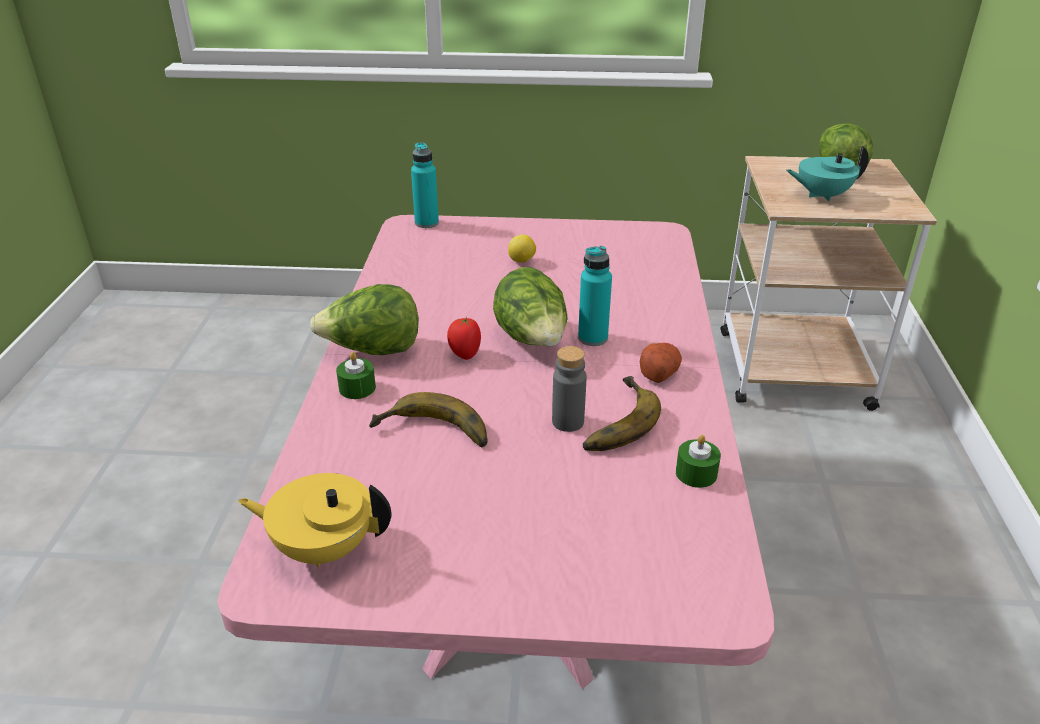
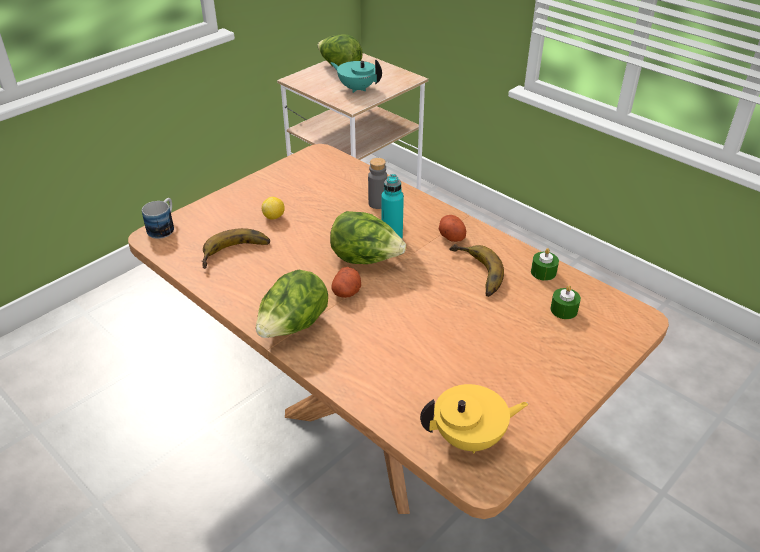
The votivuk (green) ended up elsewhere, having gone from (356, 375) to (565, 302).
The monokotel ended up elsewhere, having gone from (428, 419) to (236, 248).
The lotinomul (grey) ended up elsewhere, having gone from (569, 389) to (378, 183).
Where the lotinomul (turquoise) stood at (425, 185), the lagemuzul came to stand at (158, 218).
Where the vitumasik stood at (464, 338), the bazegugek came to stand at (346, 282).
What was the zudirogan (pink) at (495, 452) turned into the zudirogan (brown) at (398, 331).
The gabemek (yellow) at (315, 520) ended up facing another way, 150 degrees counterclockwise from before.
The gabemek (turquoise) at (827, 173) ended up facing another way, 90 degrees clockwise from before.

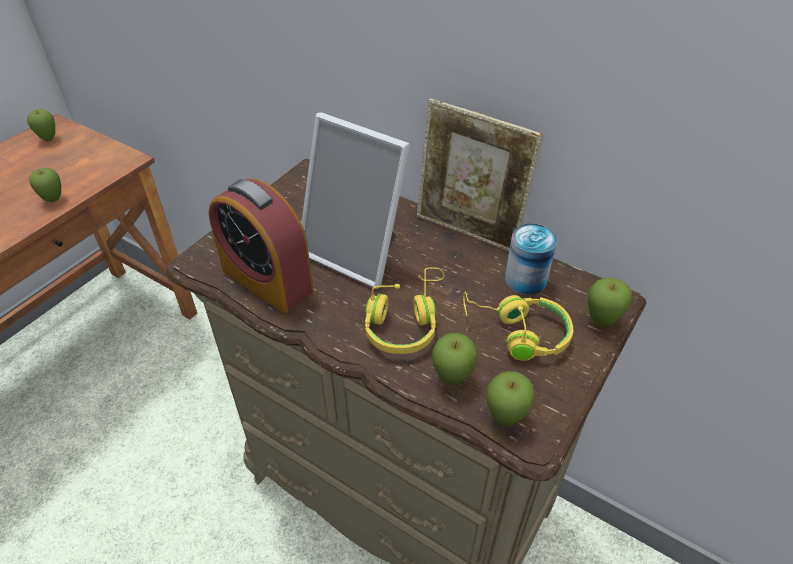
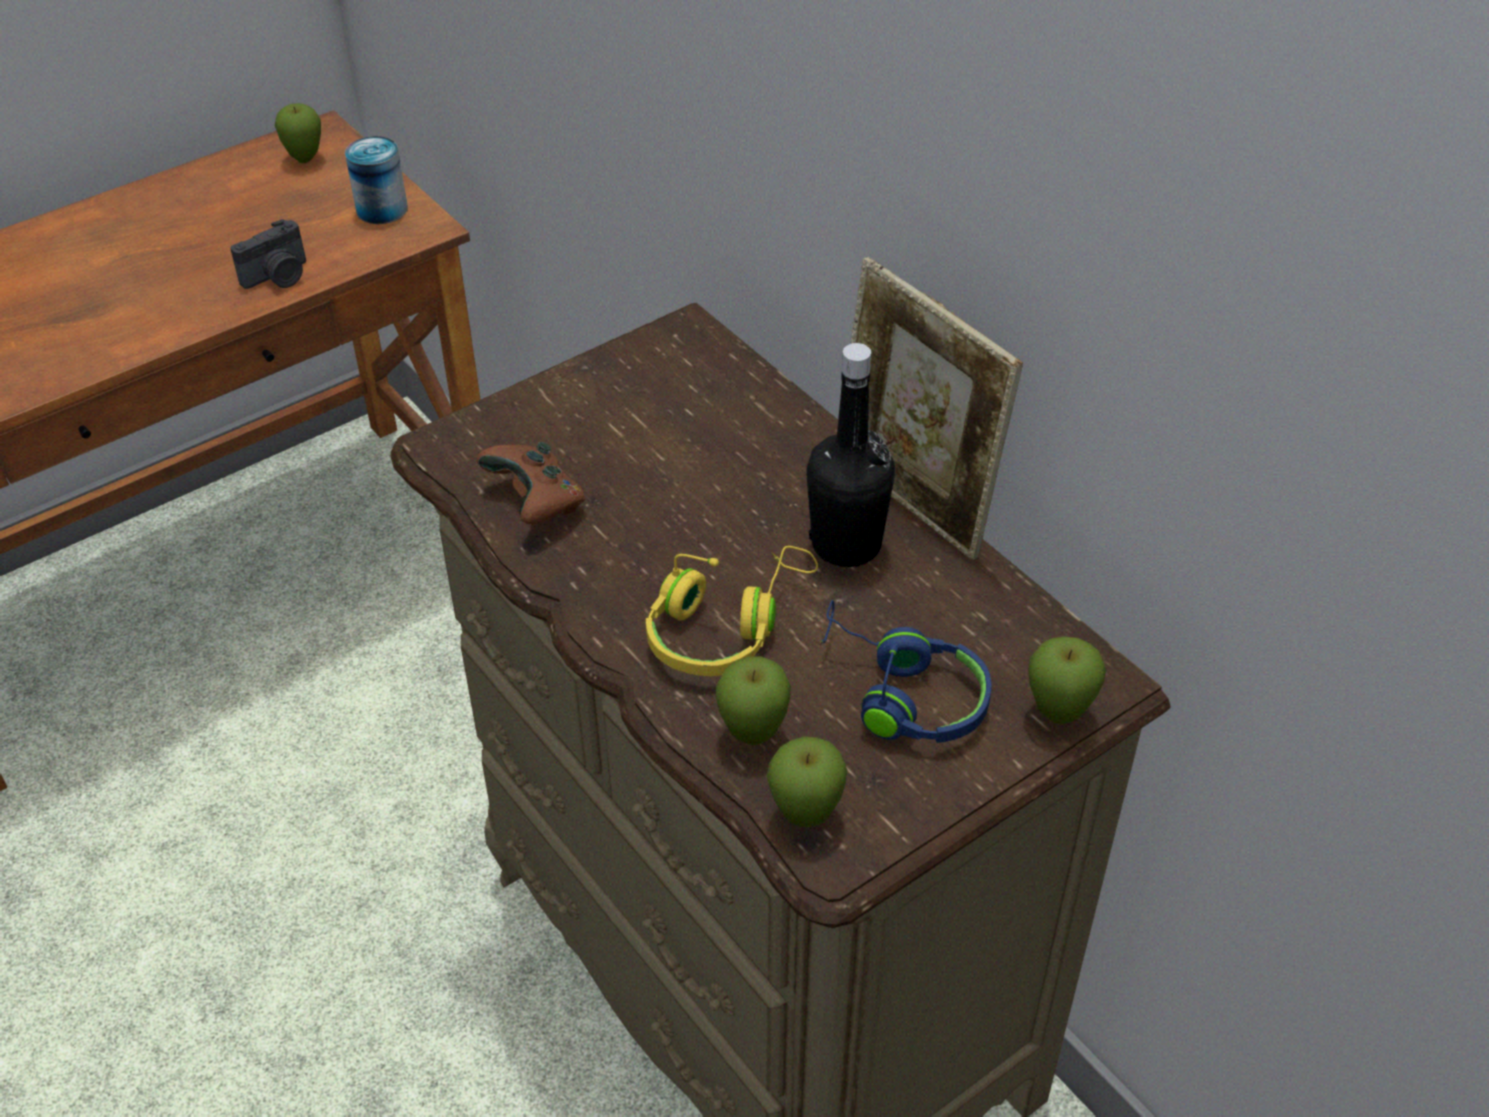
The second view lost the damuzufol at (355, 201).
The second view gained the lotinomul (black) at (850, 455).
The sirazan ended up elsewhere, having gone from (531, 259) to (376, 180).
Where the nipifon stood at (45, 185), the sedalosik came to stand at (268, 254).
Where the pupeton stood at (261, 245), the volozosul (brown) came to stand at (530, 483).
What was the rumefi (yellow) at (518, 326) turned into the rumefi (blue) at (905, 671).

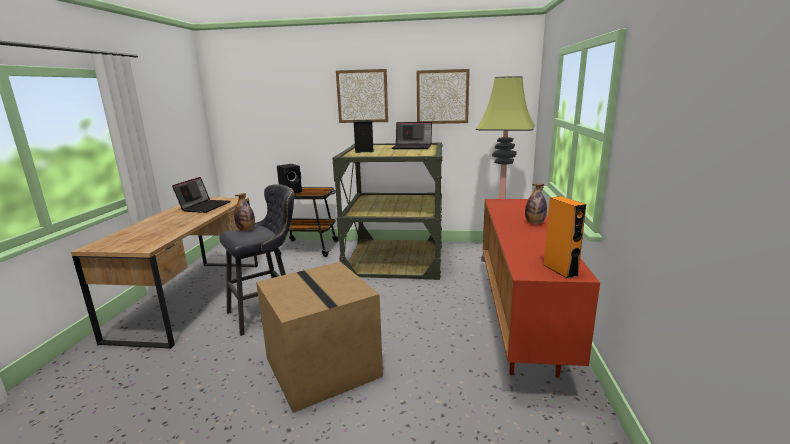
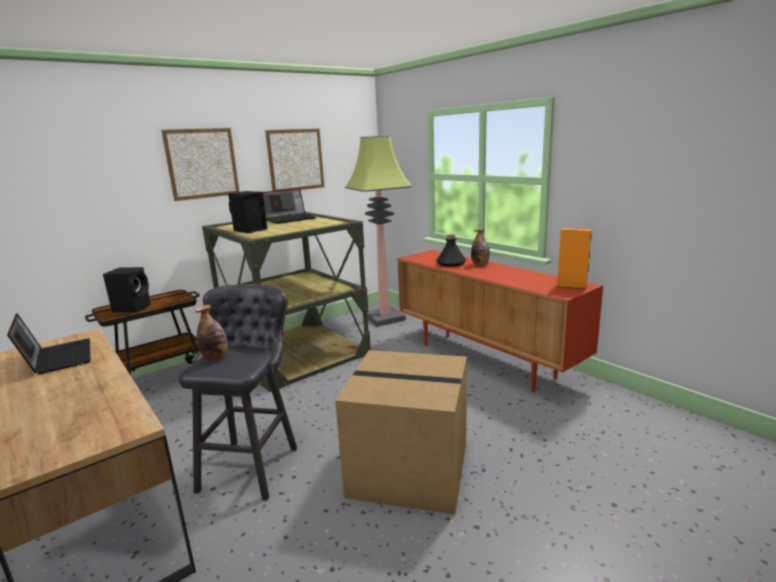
The second view gained the lotinomul (black) at (451, 250).

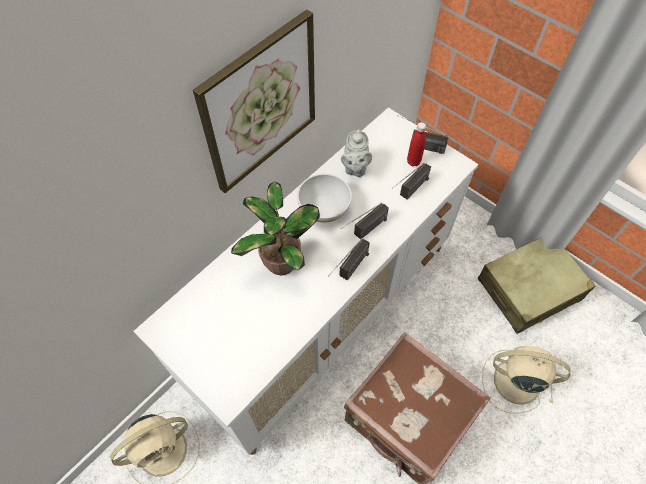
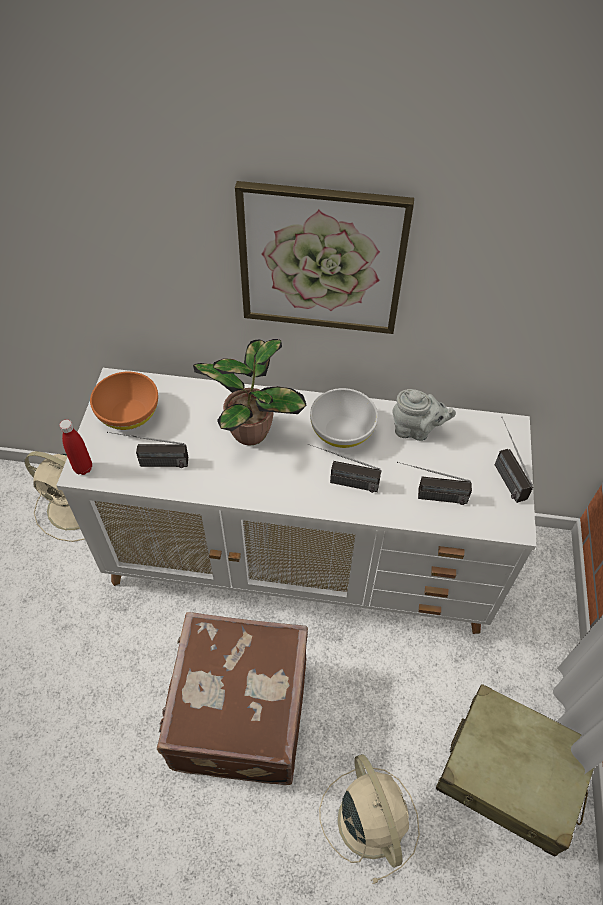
The second view gained the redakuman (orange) at (124, 400).
The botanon ended up elsewhere, having gone from (351, 259) to (147, 450).
The lotinomul (red) ended up elsewhere, having gone from (416, 144) to (75, 447).
The gabemek (grey) at (356, 153) ended up facing another way, 135 degrees counterclockwise from before.

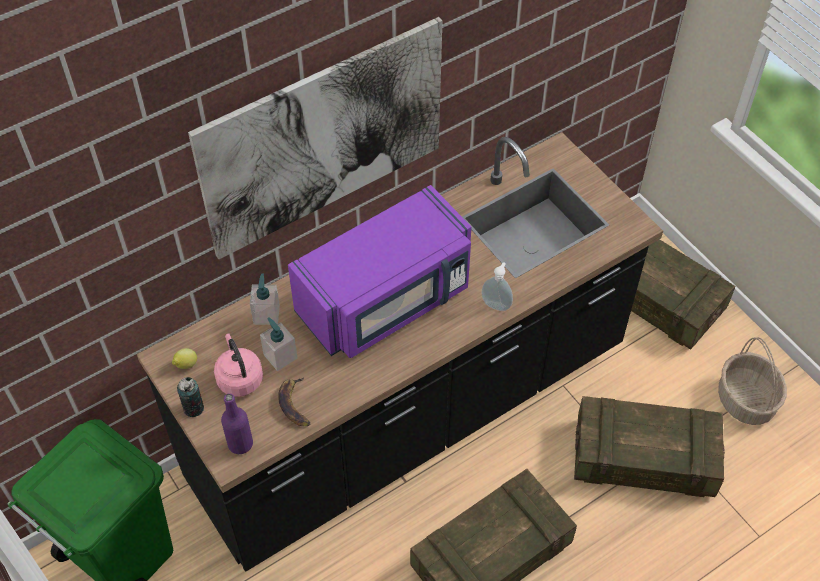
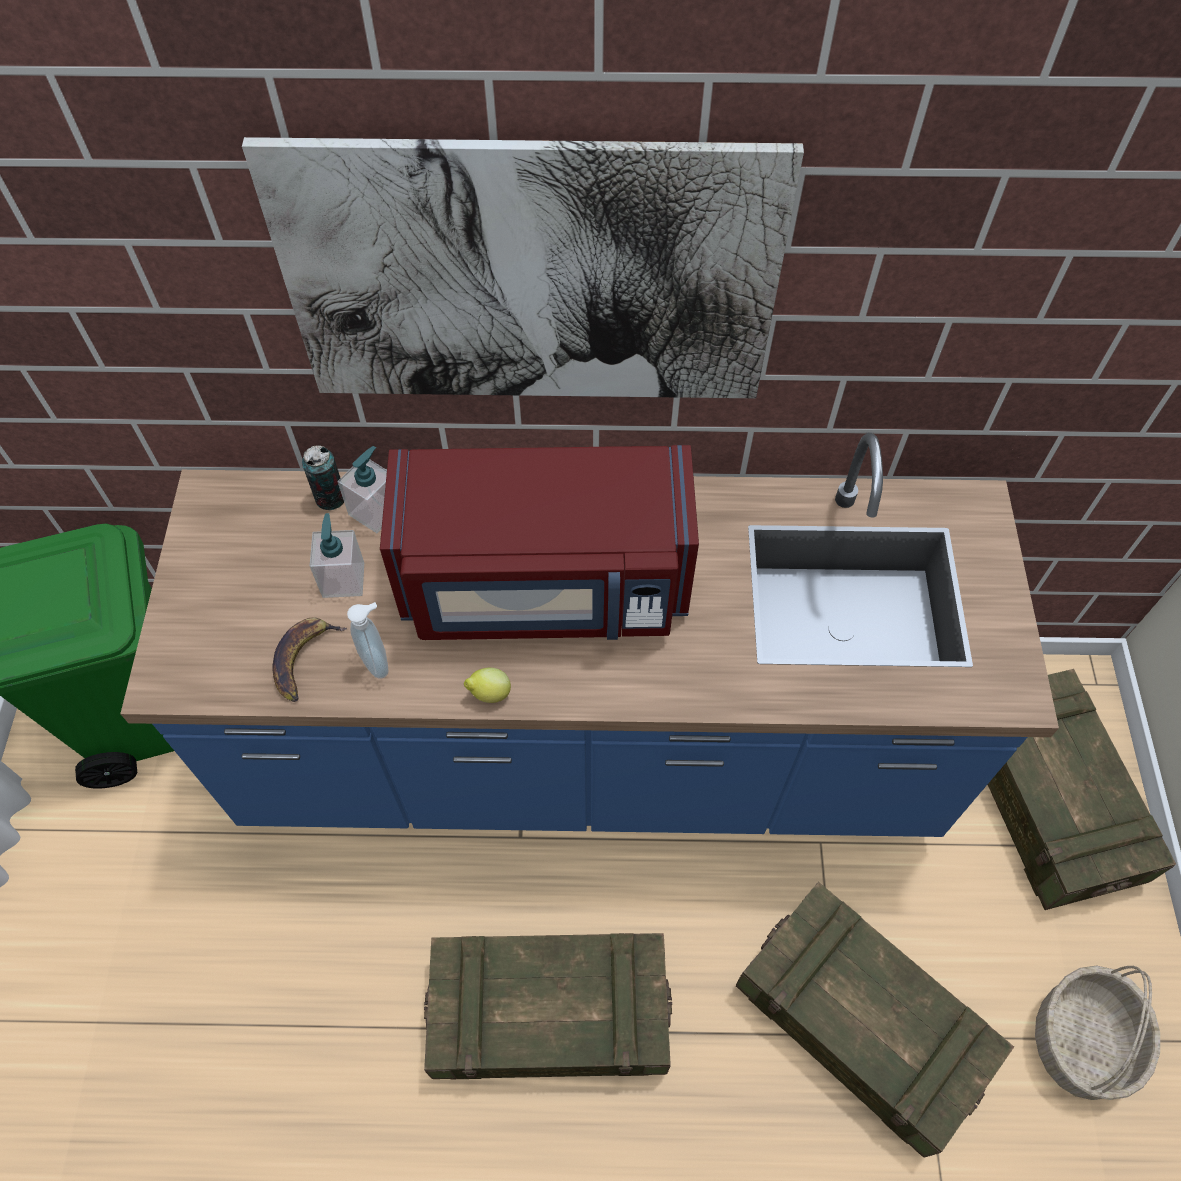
The second view lost the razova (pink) at (238, 365).
The second view lost the lotinomul (purple) at (237, 423).
The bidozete ended up elsewhere, having gone from (184, 358) to (487, 685).
The sirazan ended up elsewhere, having gone from (190, 397) to (323, 477).
The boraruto ended up elsewhere, having gone from (497, 286) to (368, 640).
What was the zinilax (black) at (400, 352) turned into the zinilax (blue) at (589, 634).
What was the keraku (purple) at (380, 271) turned into the keraku (red) at (539, 542).

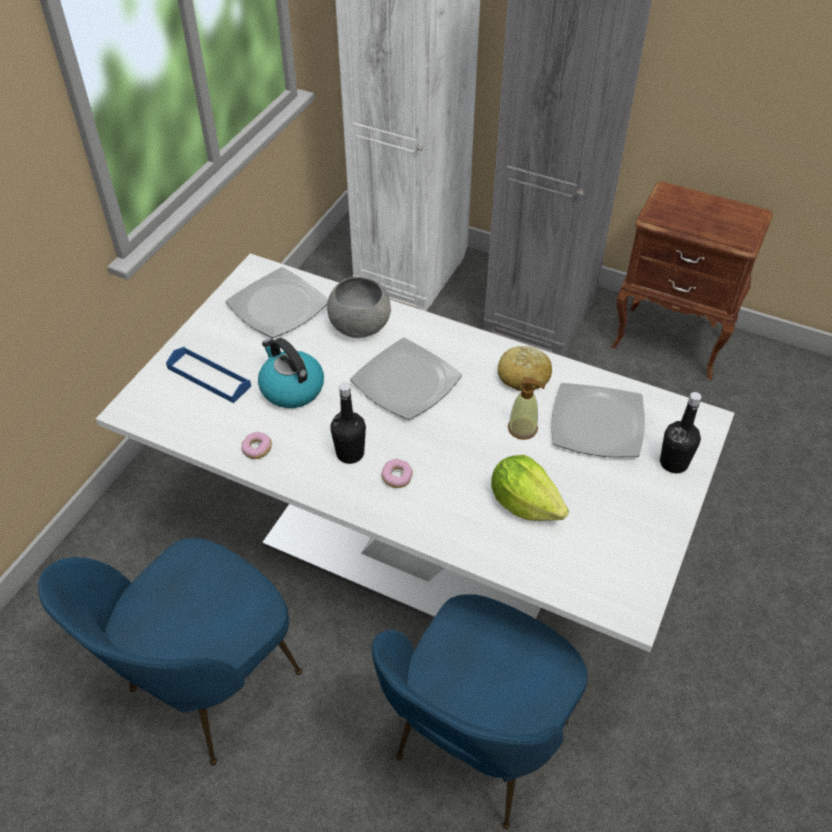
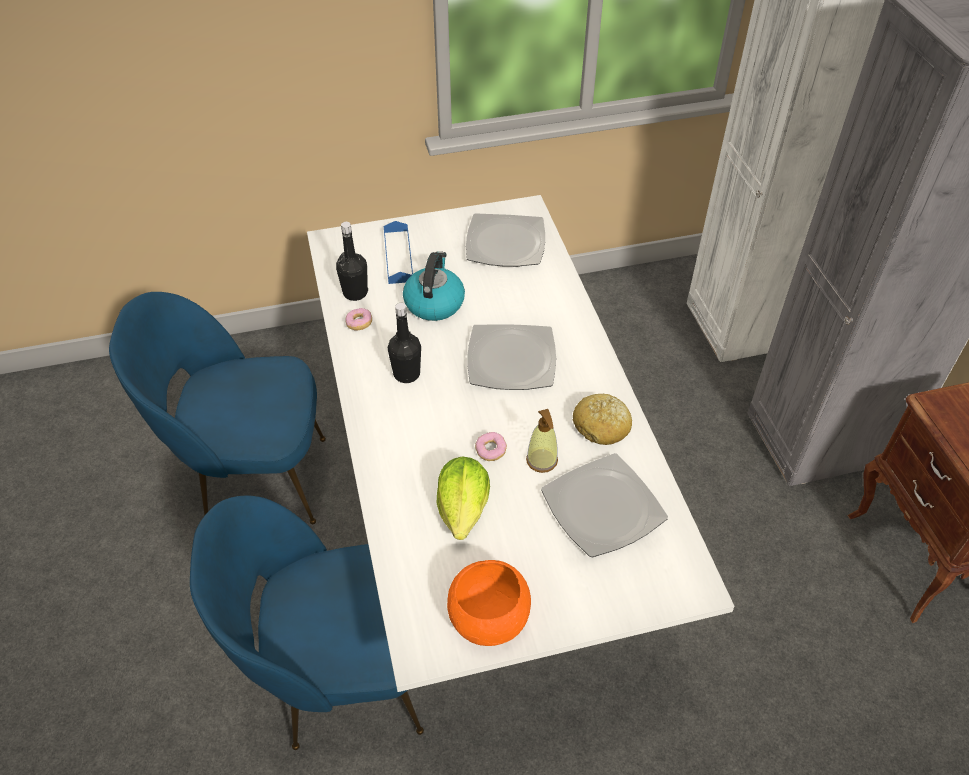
The second view lost the redakuman (grey) at (359, 307).
The second view gained the redakuman (orange) at (489, 603).
The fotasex ended up elsewhere, having gone from (397, 473) to (491, 446).
The lotinomul (black) ended up elsewhere, having gone from (681, 432) to (352, 261).

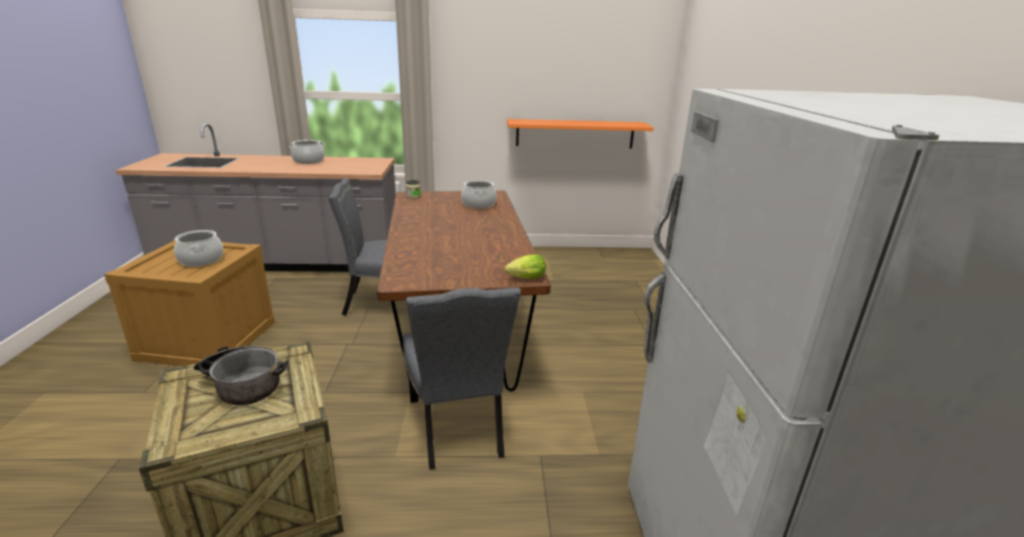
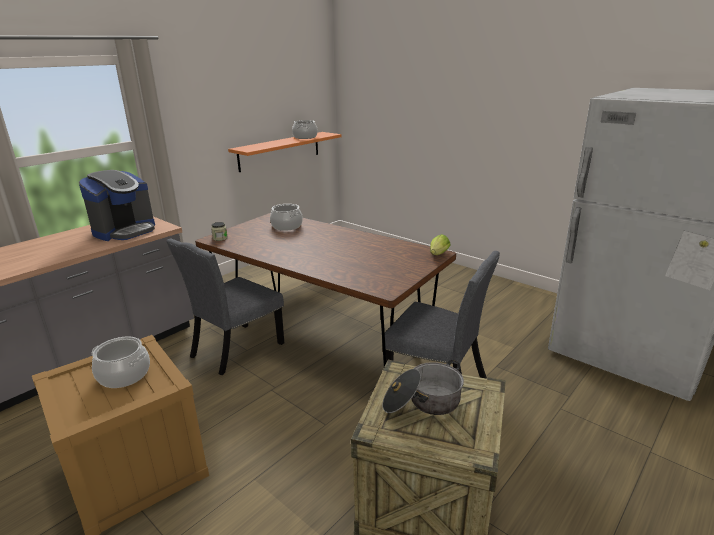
The second view gained the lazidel at (117, 205).
The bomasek ended up elsewhere, having gone from (307, 152) to (305, 129).

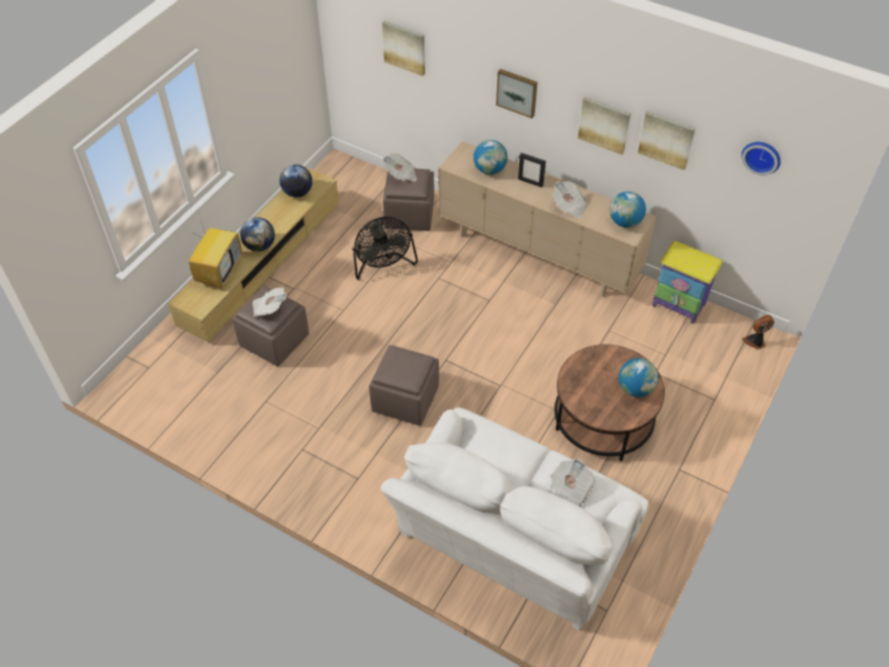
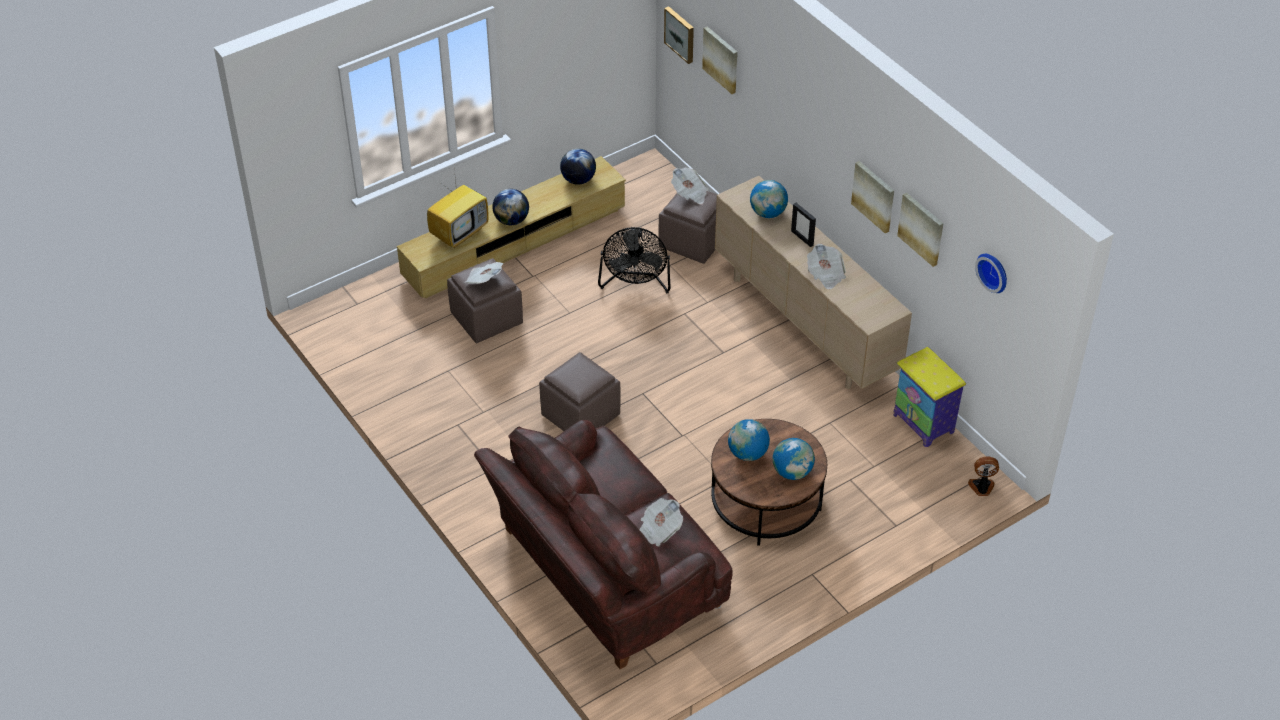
The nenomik ended up elsewhere, having gone from (516, 93) to (679, 35).
The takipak ended up elsewhere, having gone from (628, 210) to (749, 440).
What was the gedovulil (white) at (514, 519) turned into the gedovulil (brown) at (603, 544).

